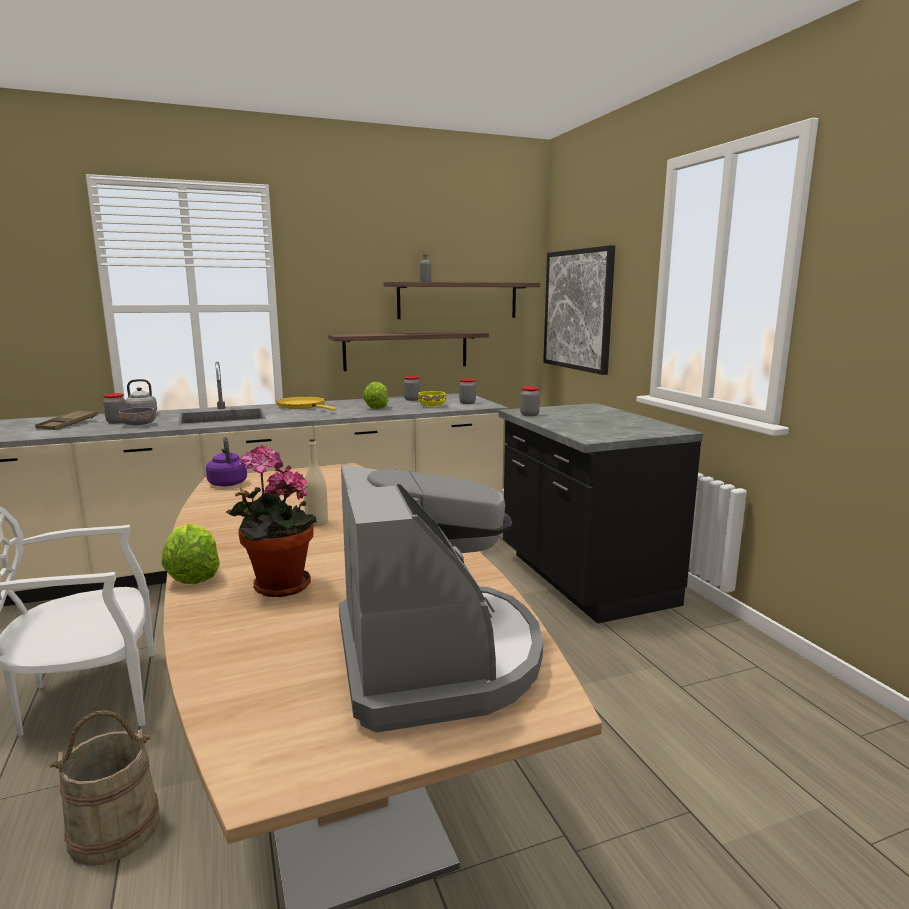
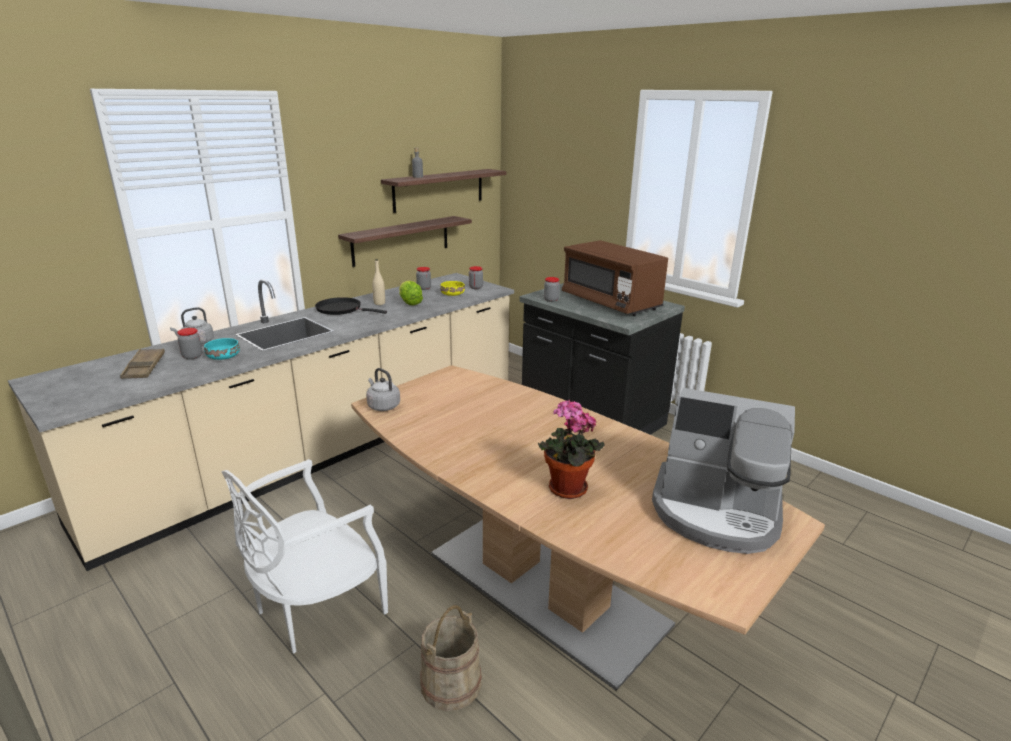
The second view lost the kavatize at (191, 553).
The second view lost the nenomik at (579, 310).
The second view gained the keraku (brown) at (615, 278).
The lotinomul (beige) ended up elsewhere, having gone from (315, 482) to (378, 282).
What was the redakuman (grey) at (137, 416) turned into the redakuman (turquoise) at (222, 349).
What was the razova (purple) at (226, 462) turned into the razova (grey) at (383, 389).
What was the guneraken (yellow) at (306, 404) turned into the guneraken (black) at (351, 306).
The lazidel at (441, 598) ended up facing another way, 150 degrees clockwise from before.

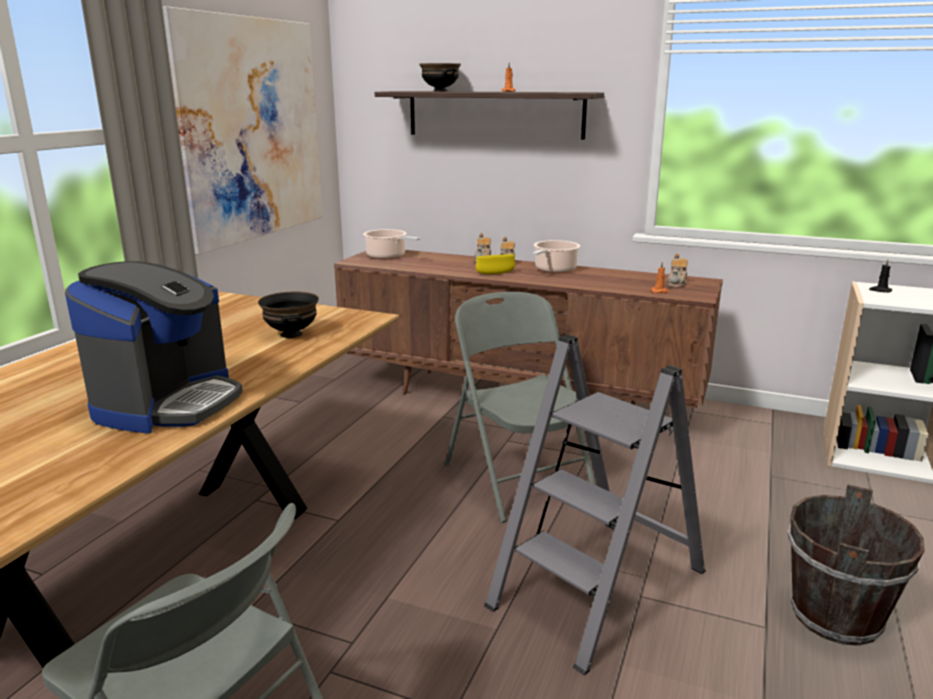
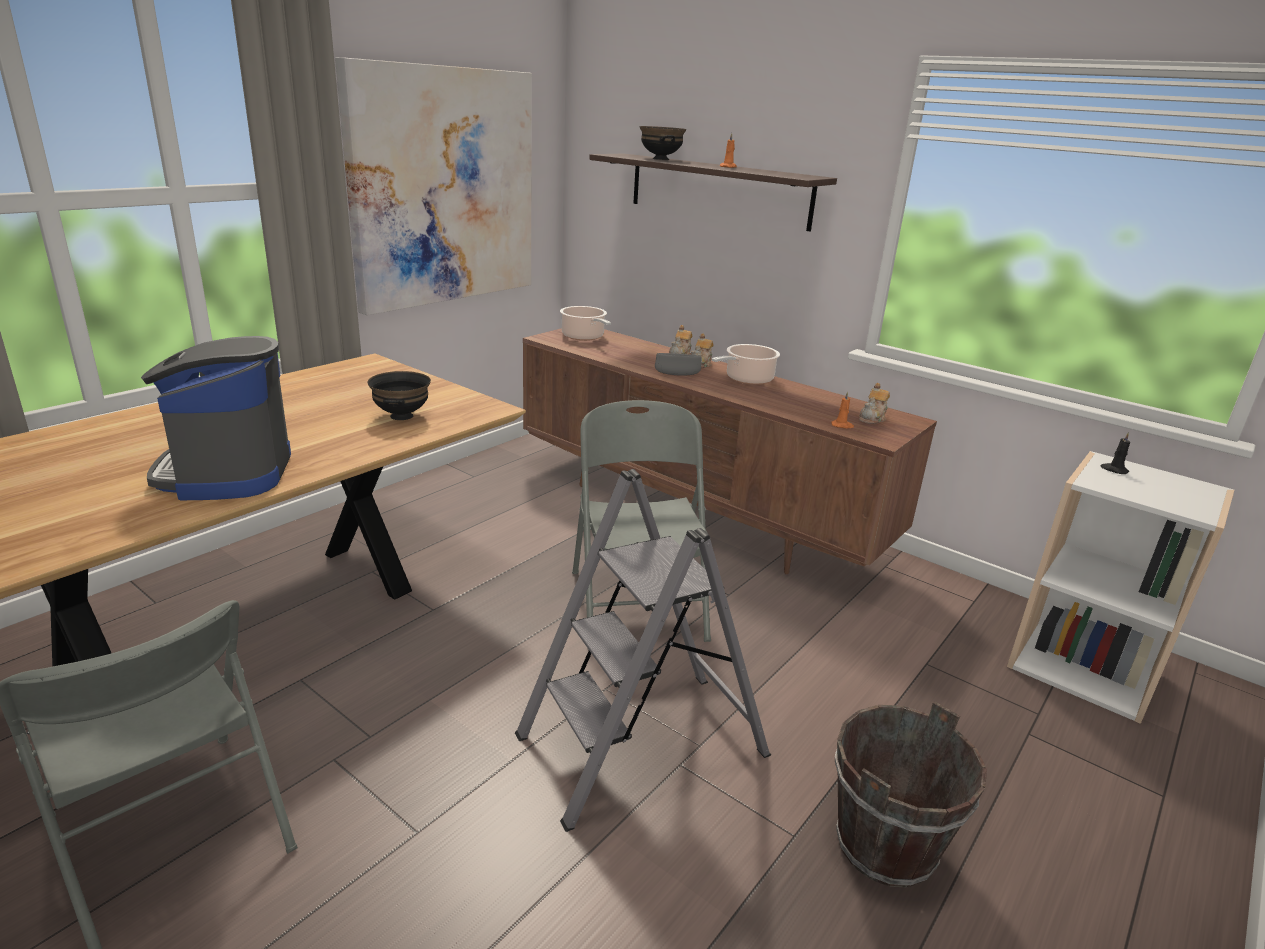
What was the redakuman (yellow) at (495, 264) turned into the redakuman (grey) at (678, 364).
The lazidel at (154, 347) ended up facing another way, 135 degrees clockwise from before.

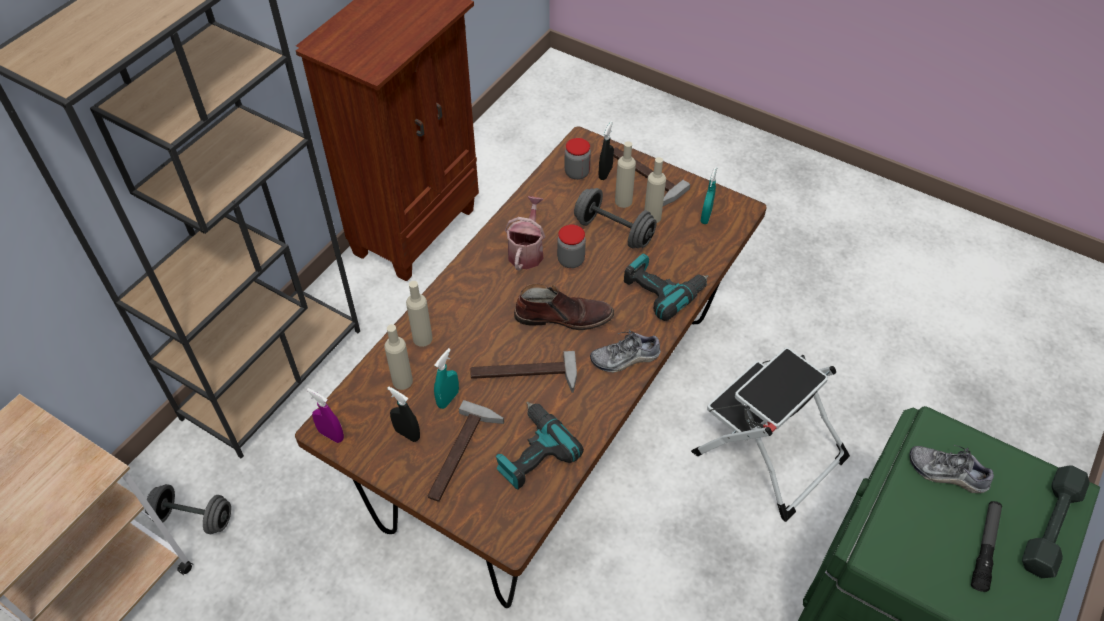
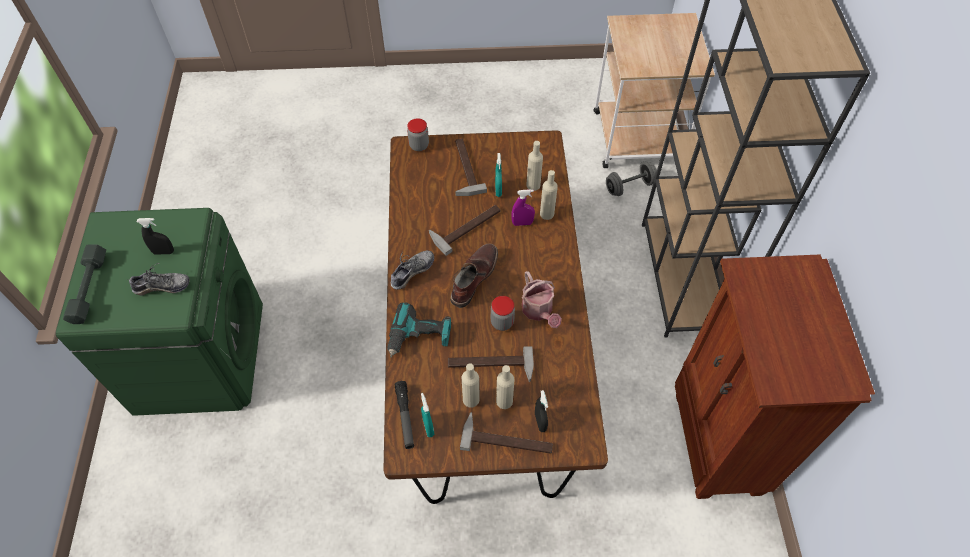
The second view lost the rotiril at (540, 446).
The second view lost the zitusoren at (770, 434).
The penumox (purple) ended up elsewhere, having gone from (325, 415) to (523, 207).
The penumox (black) ended up elsewhere, having gone from (403, 414) to (155, 236).
The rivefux ended up elsewhere, having gone from (577, 159) to (418, 134).
The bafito ended up elsewhere, having gone from (986, 546) to (404, 415).
Where the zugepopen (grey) stood at (615, 218), the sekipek came to stand at (491, 364).
The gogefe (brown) at (564, 306) ended up facing another way, 150 degrees clockwise from before.

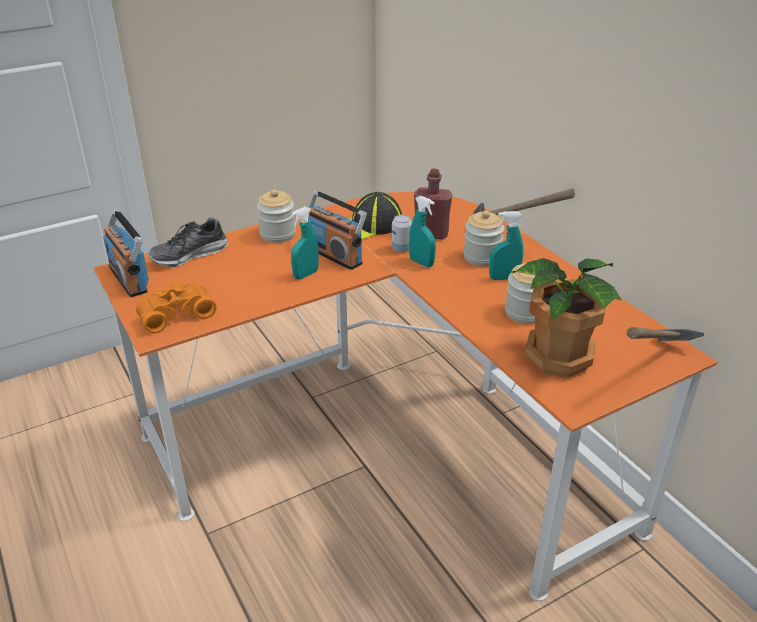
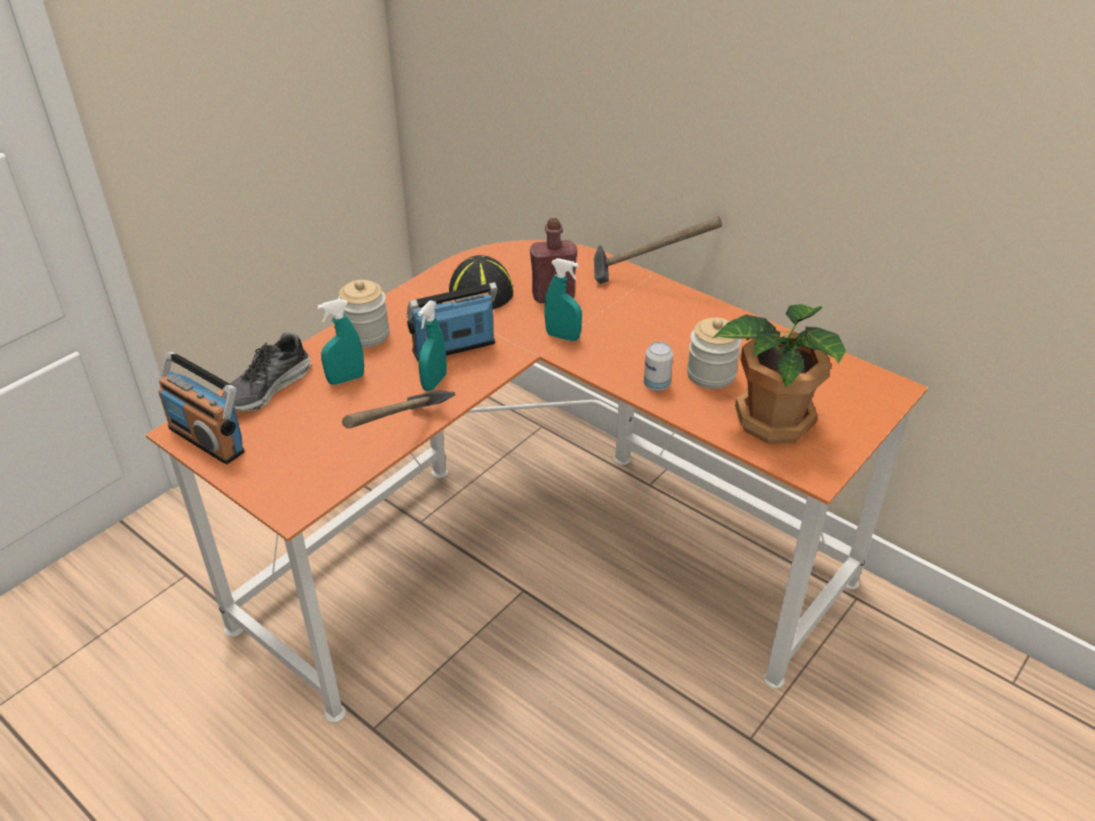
The second view lost the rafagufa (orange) at (176, 307).
The second view lost the rivefux at (483, 238).
The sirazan ended up elsewhere, having gone from (402, 233) to (658, 366).
The penumox (turquoise) ended up elsewhere, having gone from (506, 245) to (340, 342).
The sekipek ended up elsewhere, having gone from (665, 334) to (398, 409).
The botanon at (337, 230) ended up facing another way, 135 degrees clockwise from before.

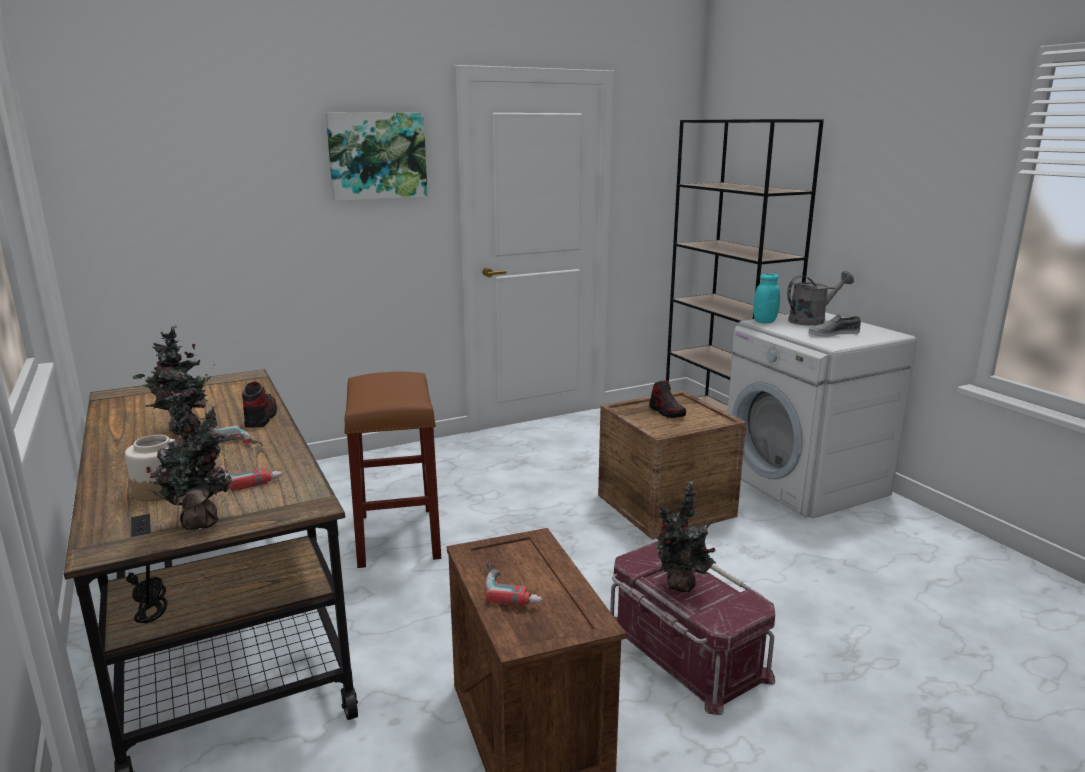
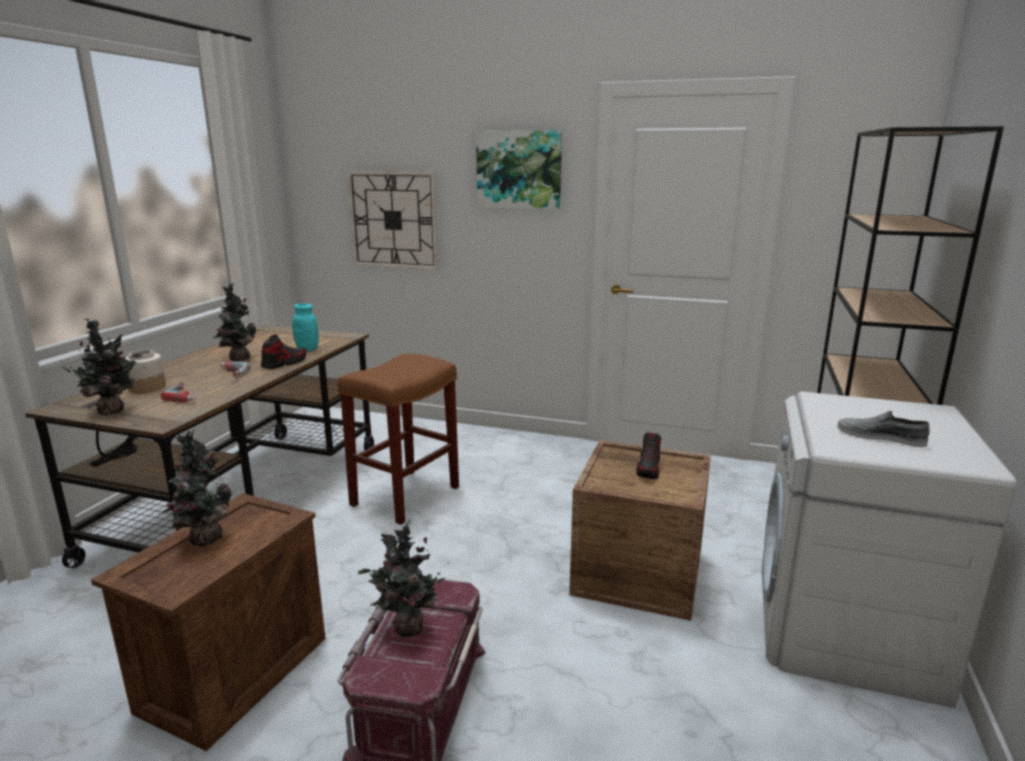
The second view lost the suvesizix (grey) at (820, 298).
The second view gained the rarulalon at (393, 220).
The rivefux (turquoise) ended up elsewhere, having gone from (766, 298) to (305, 327).
Where the rotiril stood at (514, 583), the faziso came to stand at (197, 488).

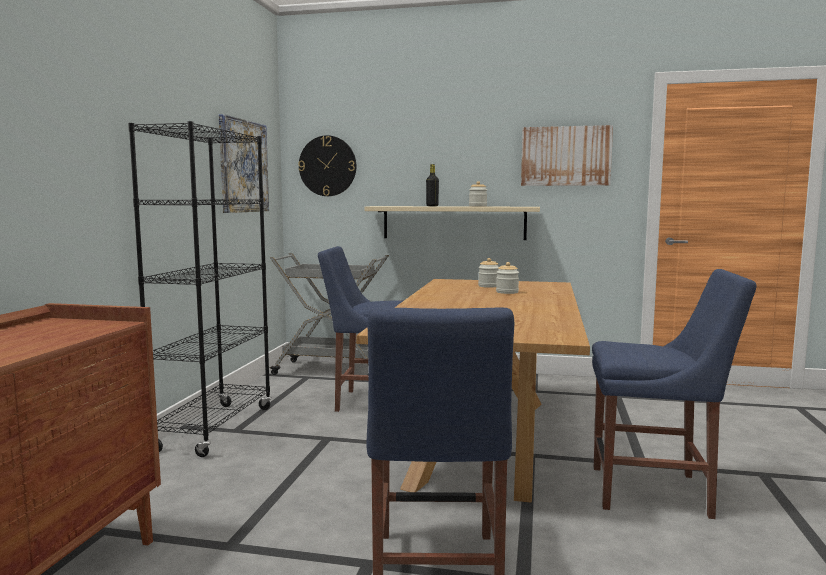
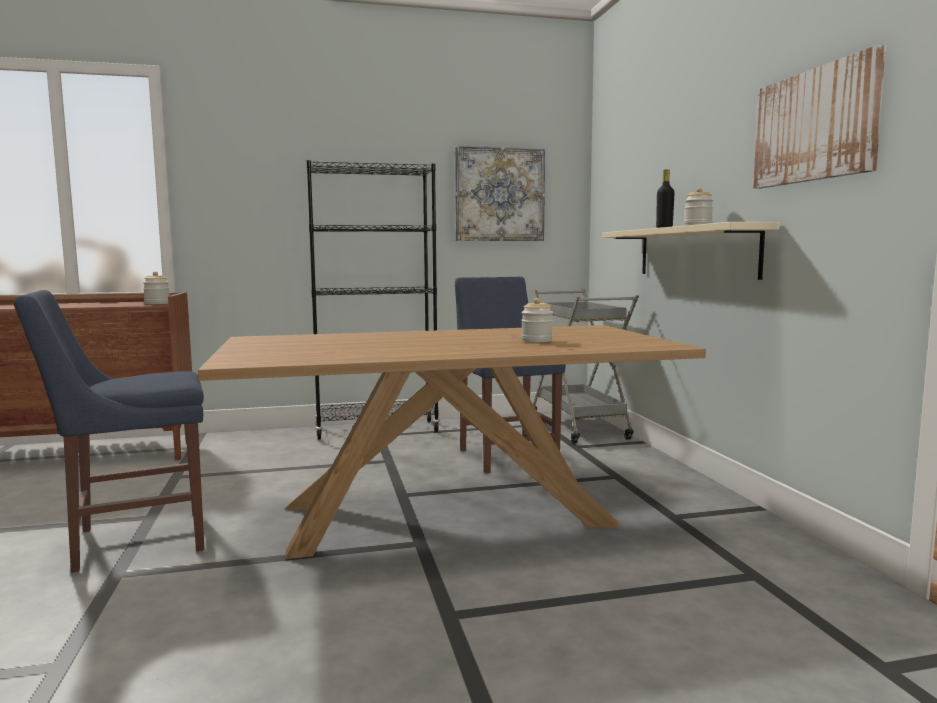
The second view lost the rarulalon at (327, 165).
The second view lost the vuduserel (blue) at (674, 394).
The rivefux ended up elsewhere, having gone from (488, 273) to (156, 287).

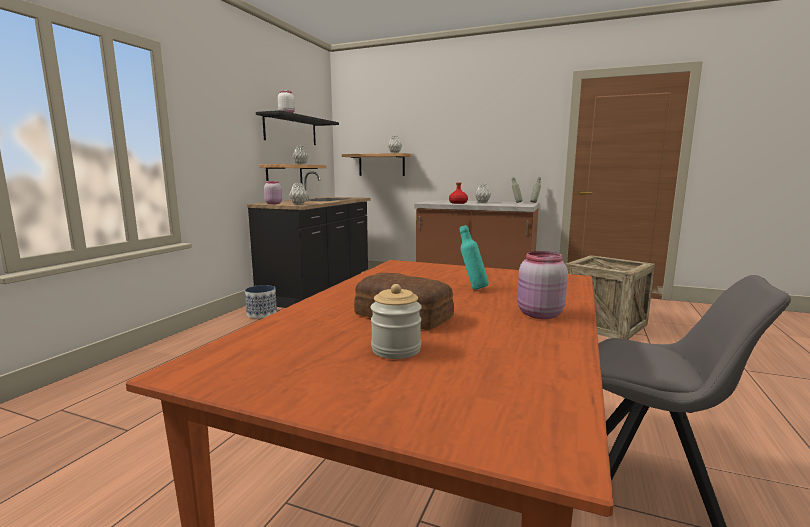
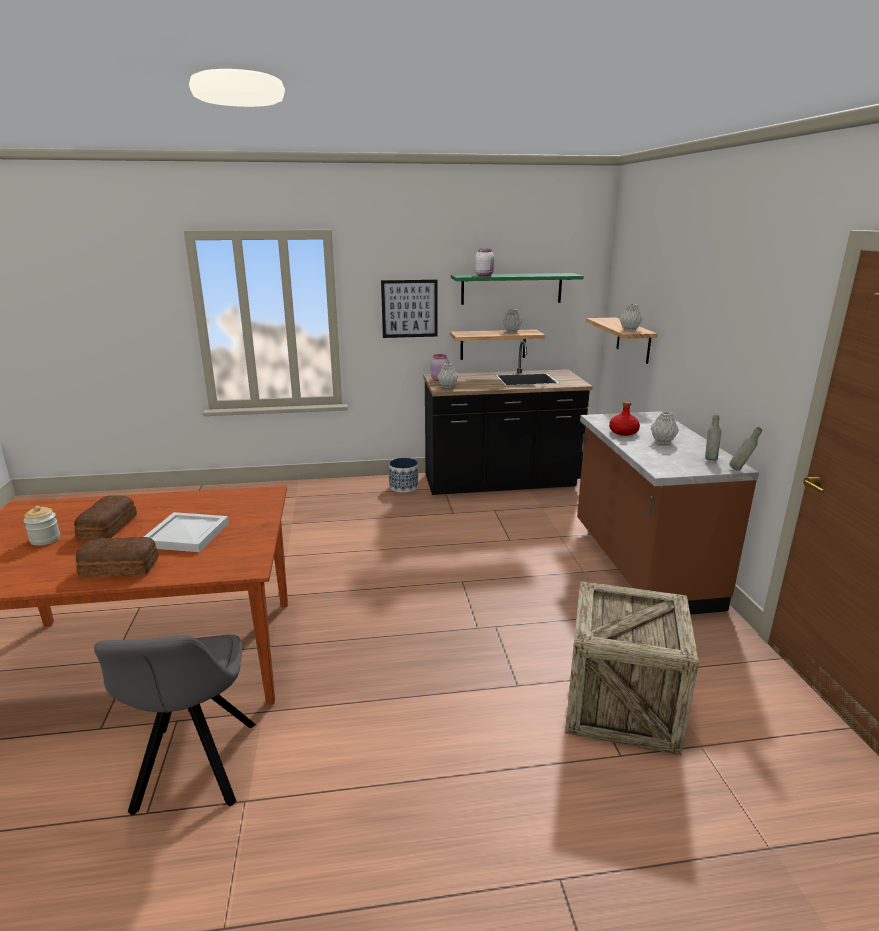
The second view gained the nenomik at (409, 309).
Where the lotinomul (turquoise) stood at (474, 257), the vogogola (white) came to stand at (186, 532).
Where the rivefux (pink) stood at (542, 285), the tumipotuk came to stand at (117, 557).
What was the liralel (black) at (297, 127) turned into the liralel (green) at (517, 289).

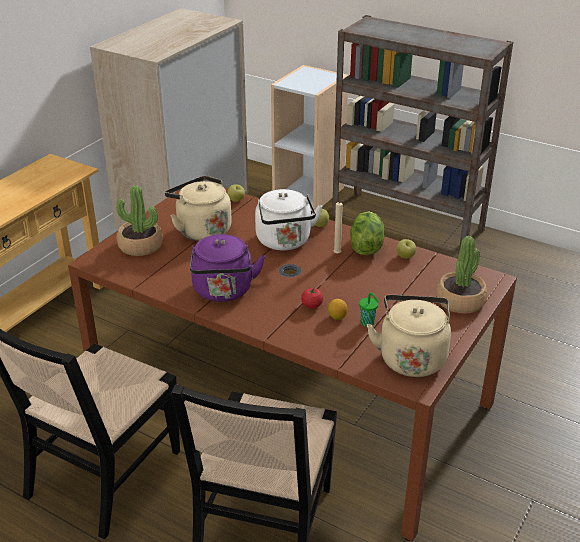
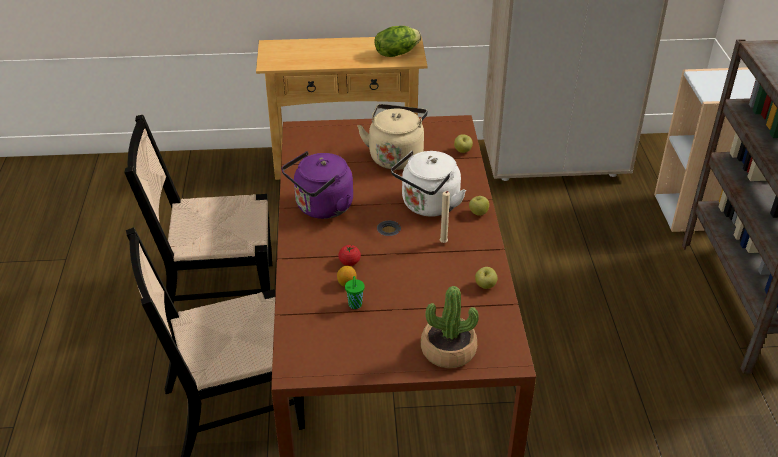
The second view lost the faziso at (139, 220).
The second view lost the razova (beige) at (409, 336).
The kavatize ended up elsewhere, having gone from (367, 233) to (398, 41).

